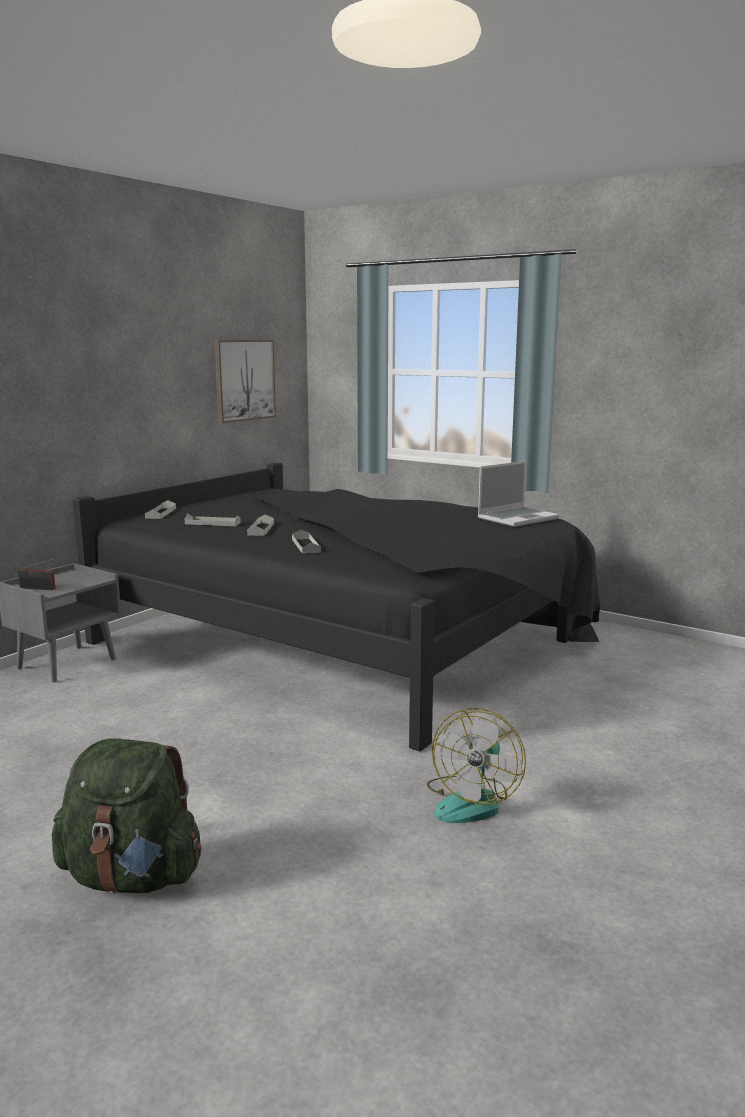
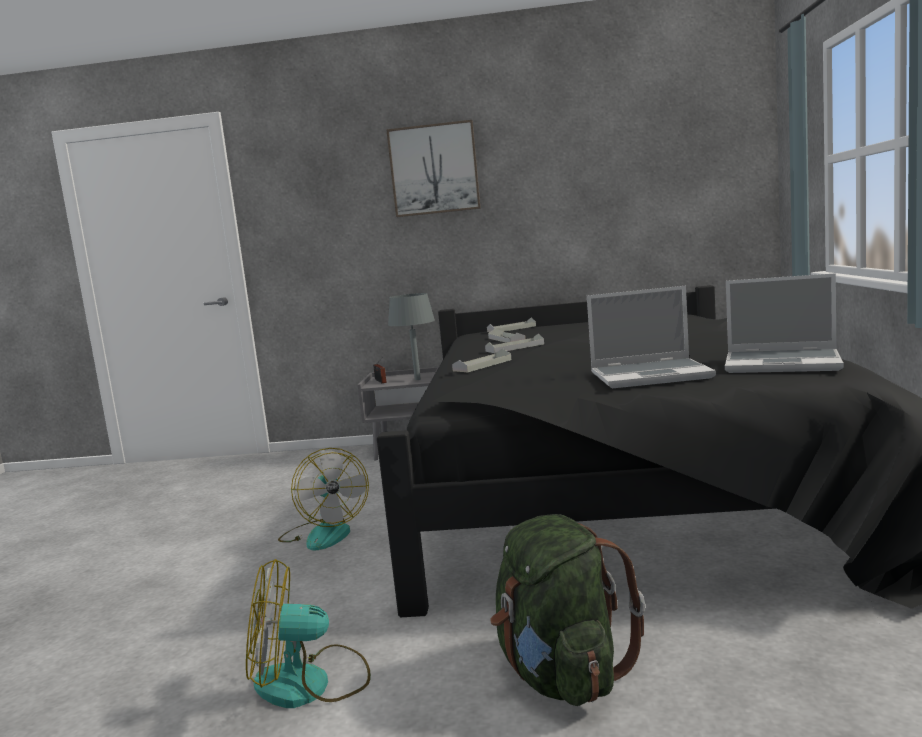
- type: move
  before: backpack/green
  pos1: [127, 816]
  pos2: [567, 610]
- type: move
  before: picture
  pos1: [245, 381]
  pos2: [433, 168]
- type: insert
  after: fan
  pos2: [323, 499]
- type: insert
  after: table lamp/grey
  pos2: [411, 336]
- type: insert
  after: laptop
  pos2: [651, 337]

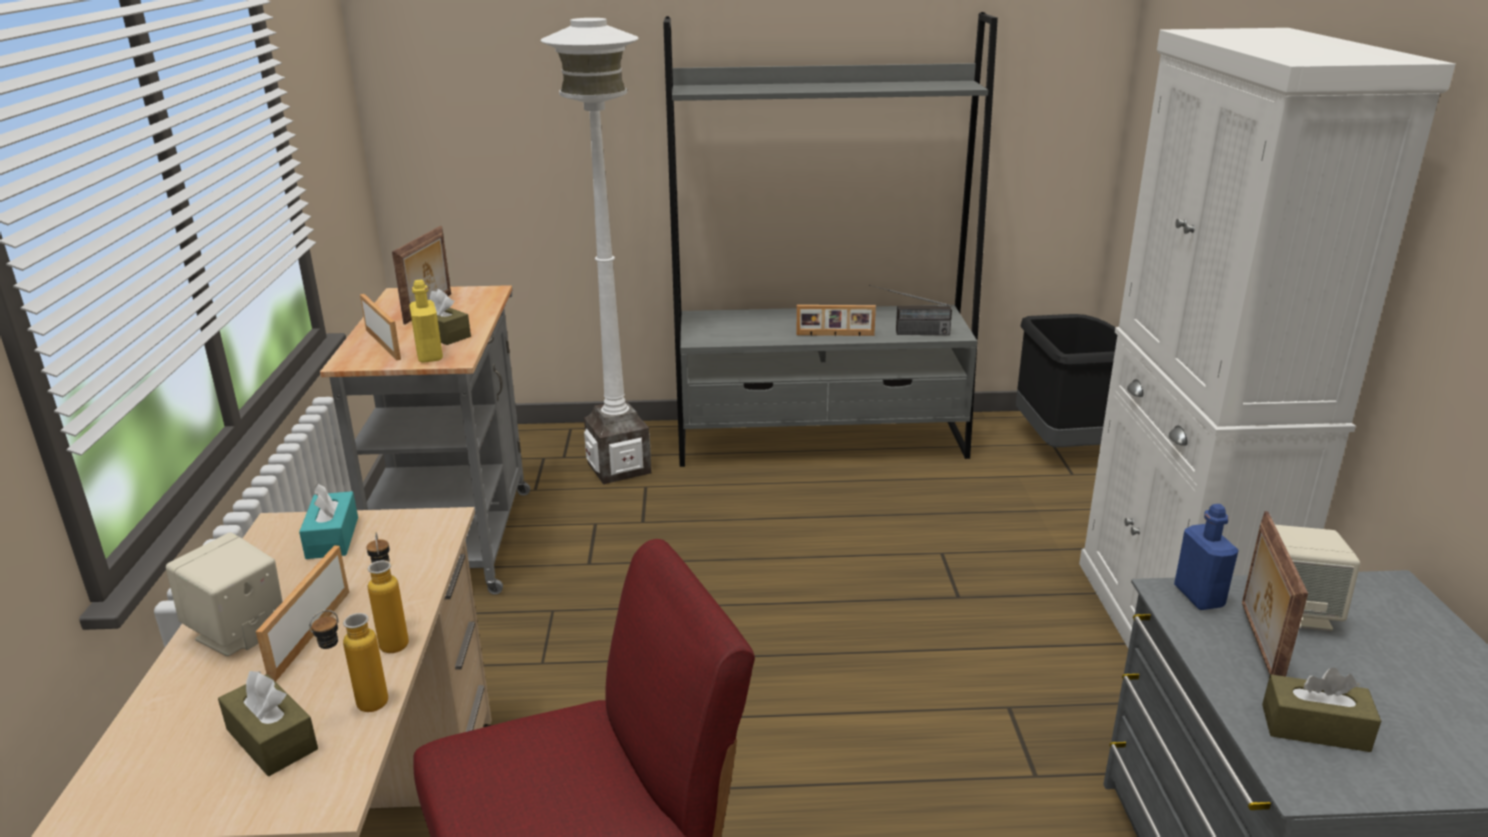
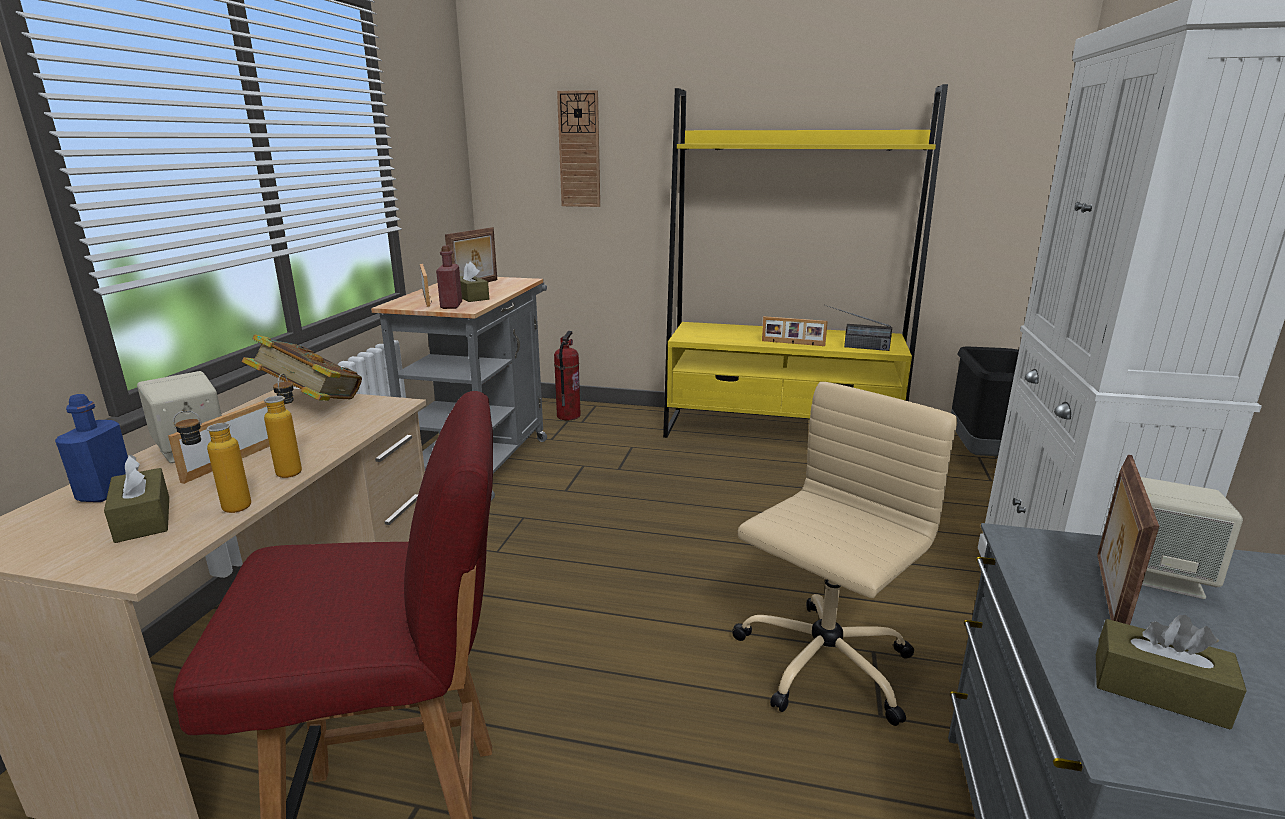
- type: replace
  before: tissue box/turquoise
  after: book
  pos1: [328, 521]
  pos2: [302, 367]
- type: recolor
  before: bottle/yellow
  after: bottle/red
  pos1: [426, 321]
  pos2: [449, 277]
- type: delete
  before: floor lamp/white
  pos1: [596, 251]
- type: recolor
  before: bookcase/grey
  after: bookcase/yellow
  pos1: [830, 239]
  pos2: [805, 261]
- type: move
  before: bottle/blue
  pos1: [1206, 557]
  pos2: [91, 448]
- type: insert
  after: fire extinguisher
  pos2: [567, 375]
- type: insert
  after: wall clock
  pos2: [578, 148]
- type: insert
  after: office chair/beige
  pos2: [844, 554]

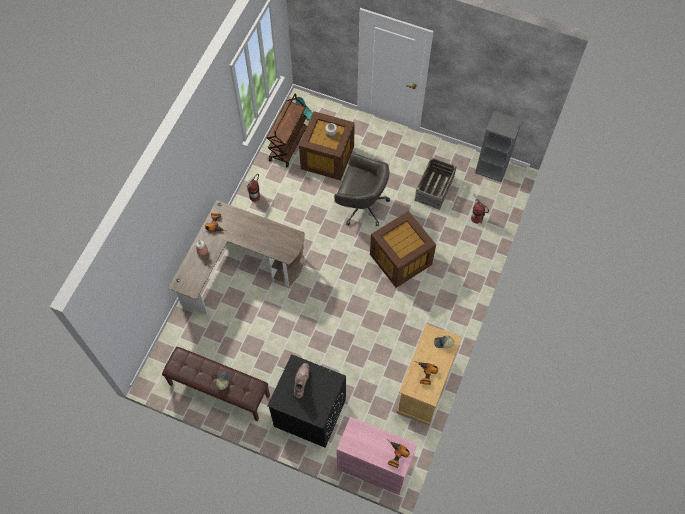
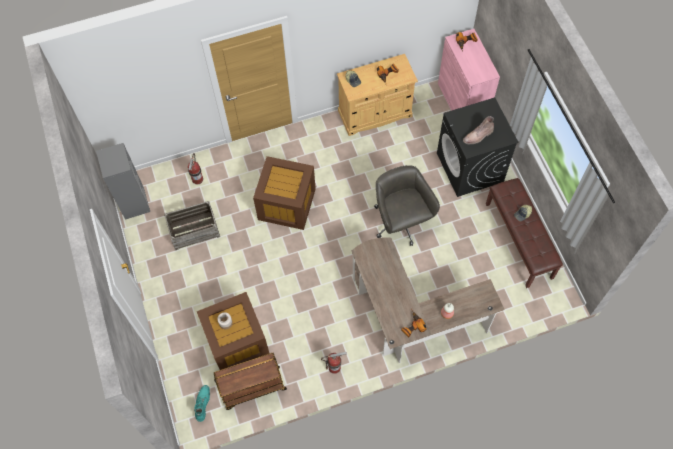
- type: move
  before: office chair/grey
  pos1: [362, 190]
  pos2: [407, 205]

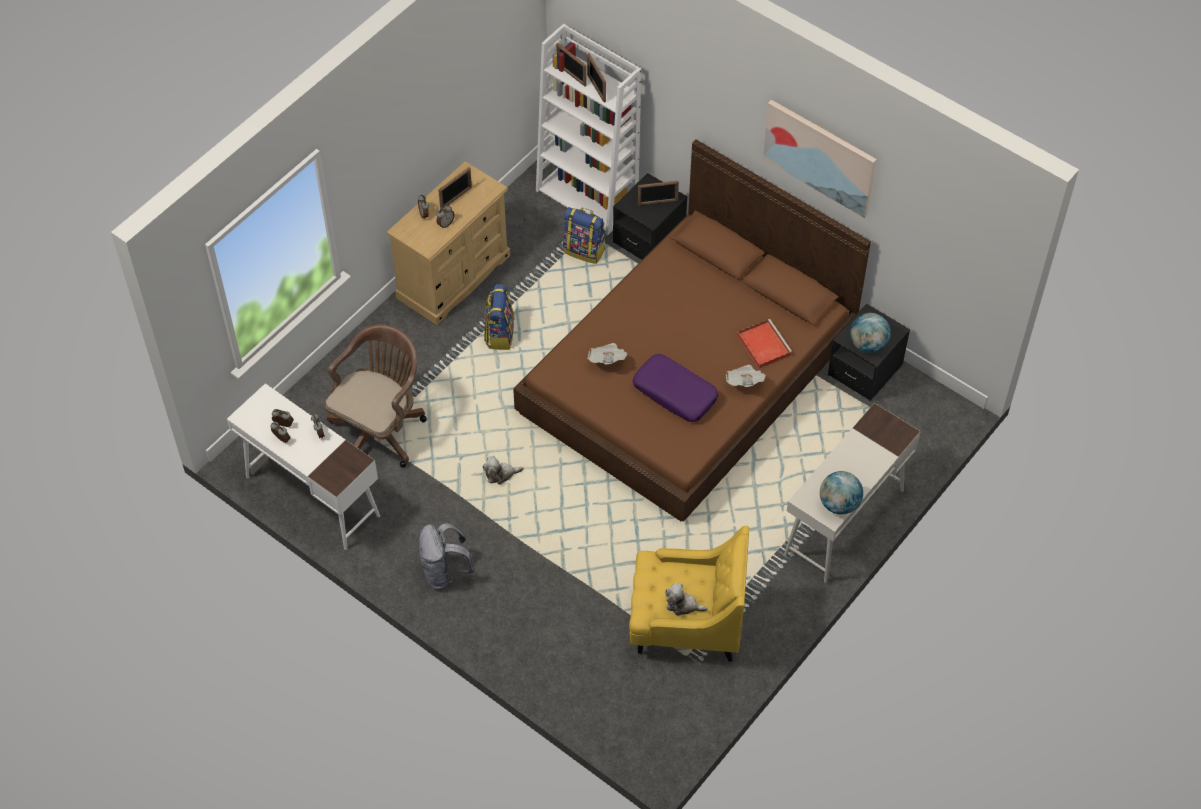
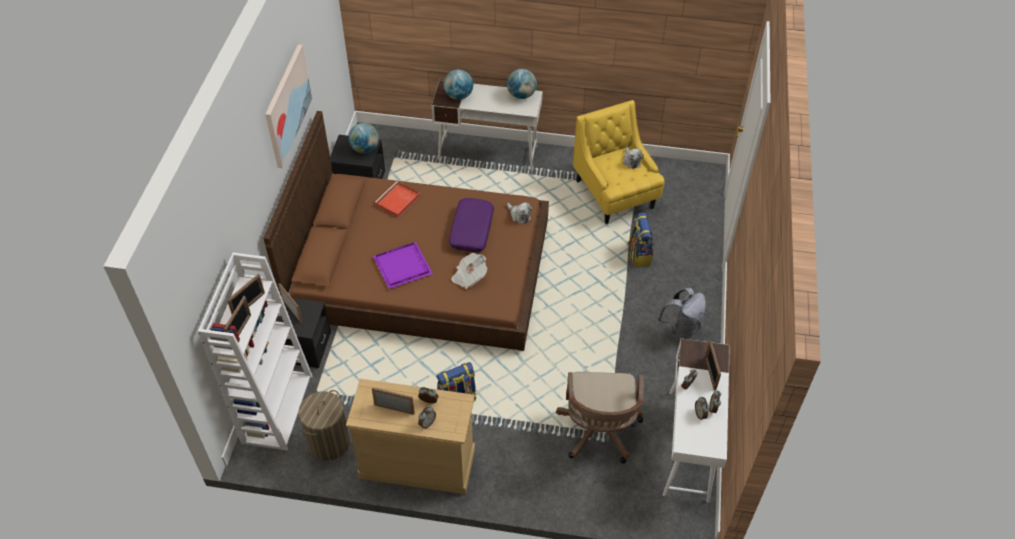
- type: rotate
  before: office chair/brown
  pos1: [375, 396]
  pos2: [600, 417]
  turn: -90
- type: move
  before: plush toy
  pos1: [503, 470]
  pos2: [519, 213]
- type: move
  before: backpack
  pos1: [584, 235]
  pos2: [640, 240]
- type: delete
  before: newspaper
  pos1: [746, 376]
- type: insert
  after: laundry basket
  pos2: [324, 425]
- type: insert
  after: tray/purple
  pos2: [403, 265]
- type: insert
  after: globe
  pos2: [458, 84]
- type: insert
  after: picture frame
  pos2: [713, 366]

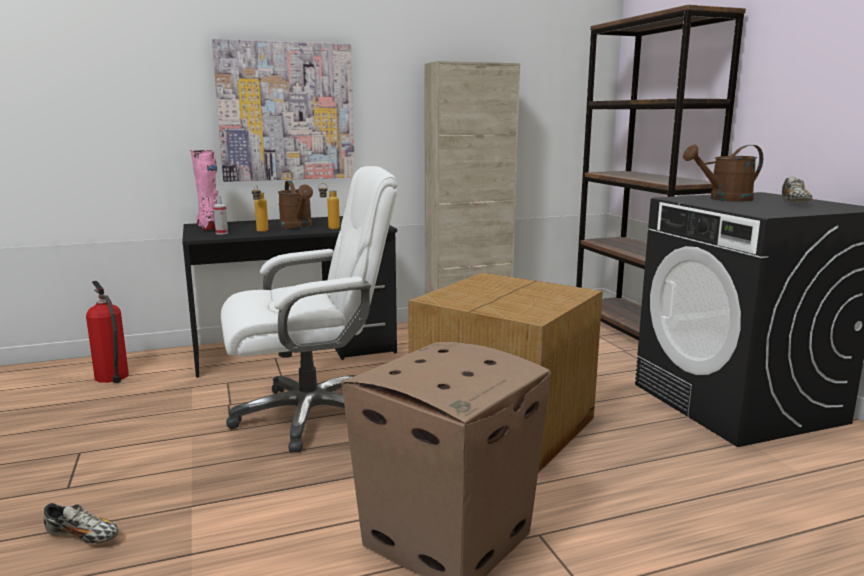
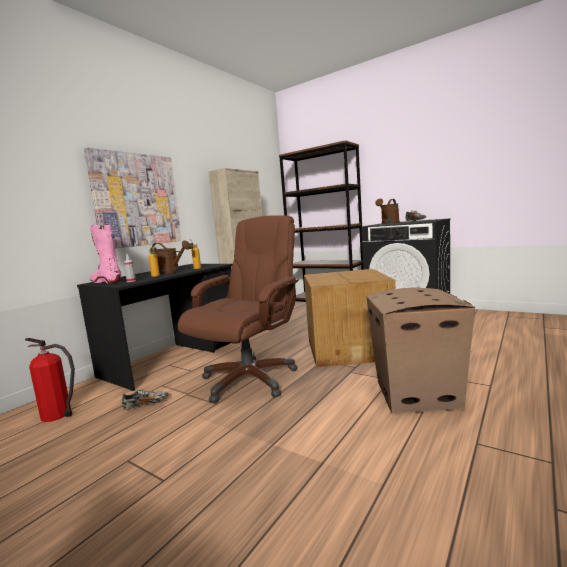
- type: move
  before: shoe
  pos1: [81, 523]
  pos2: [144, 399]
- type: recolor
  before: office chair/white
  after: office chair/brown
  pos1: [309, 309]
  pos2: [238, 309]

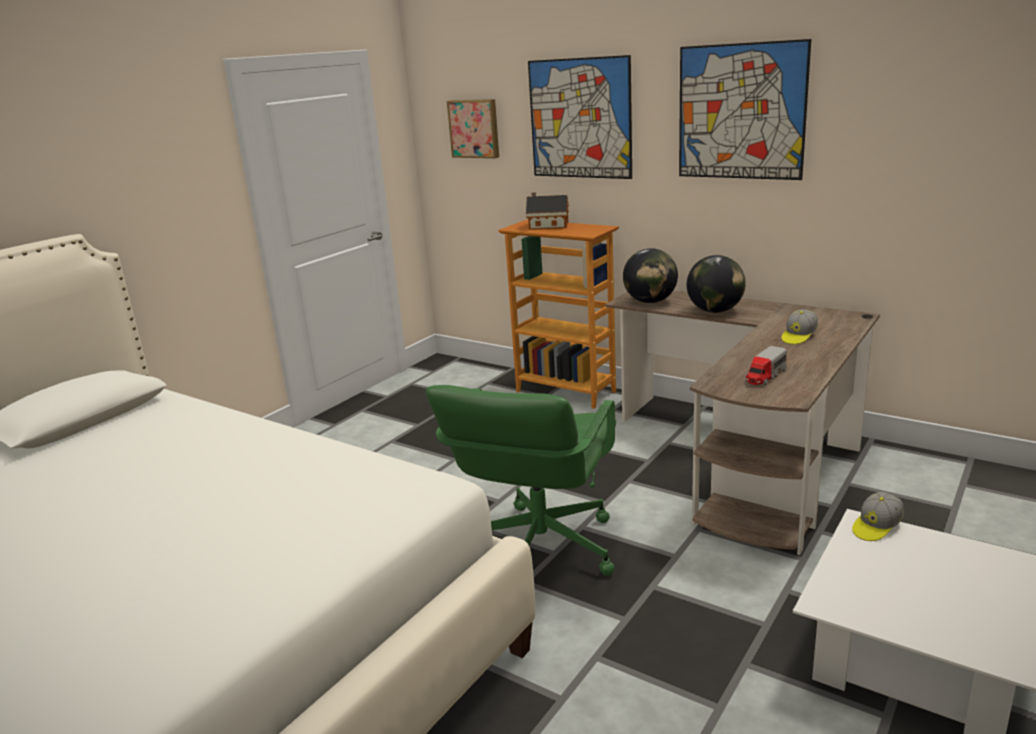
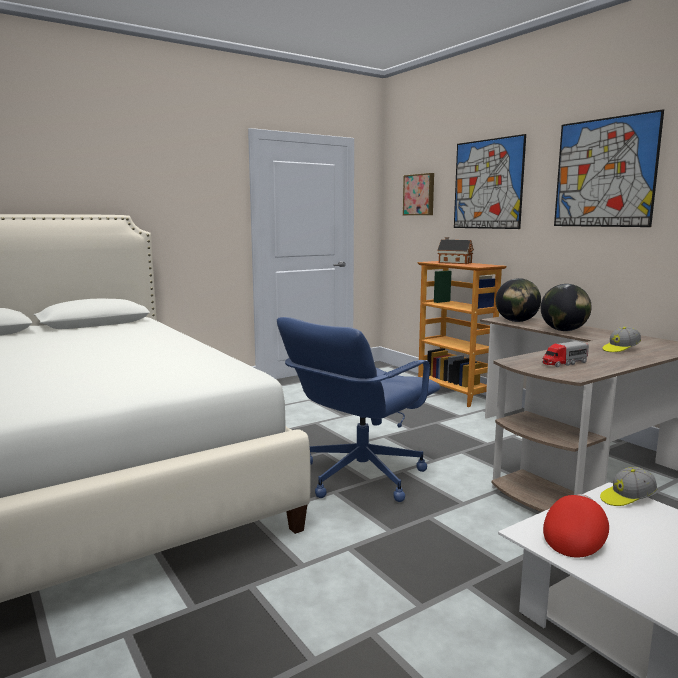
- type: recolor
  before: office chair/green
  after: office chair/blue
  pos1: [521, 480]
  pos2: [358, 409]
- type: insert
  after: cap/red
  pos2: [576, 526]

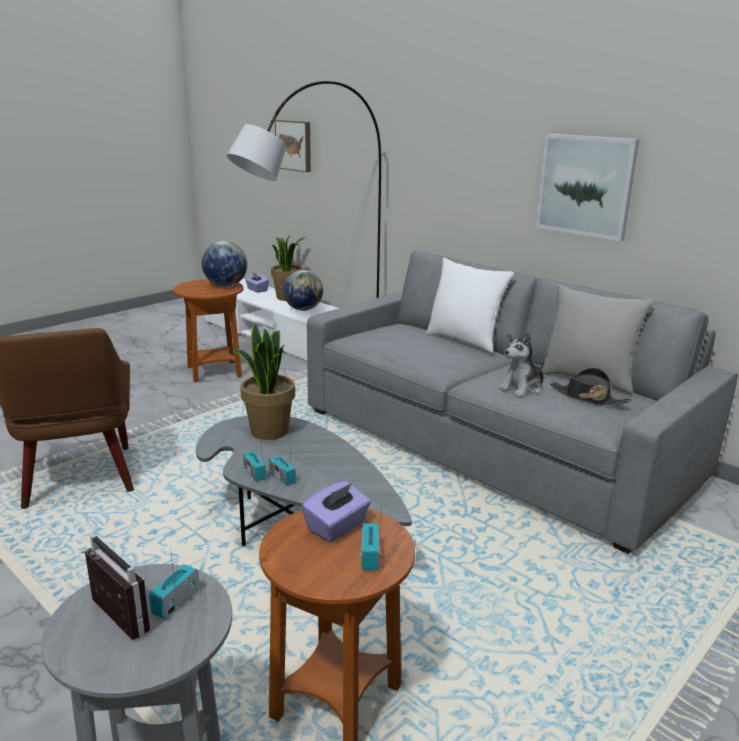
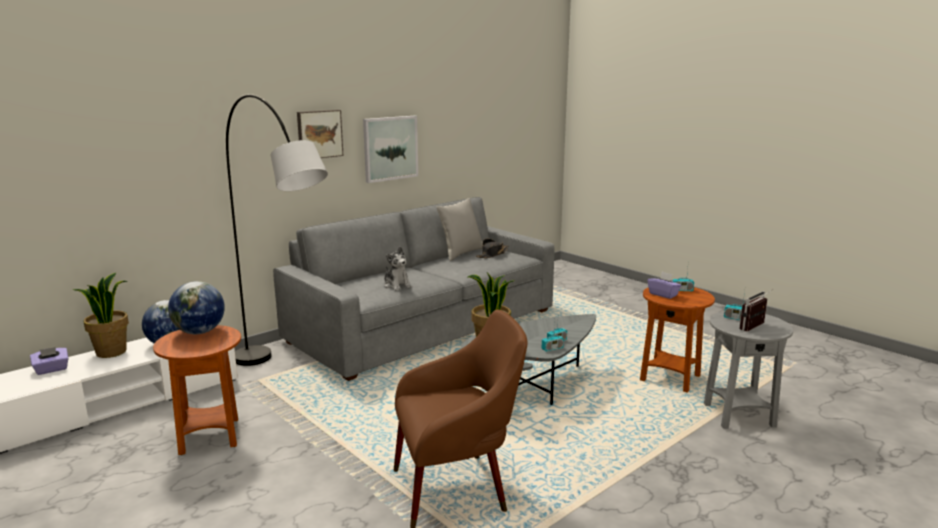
- type: move
  before: picture
  pos1: [293, 146]
  pos2: [320, 134]
- type: delete
  before: pillow/white
  pos1: [470, 305]
- type: move
  before: plush toy
  pos1: [521, 364]
  pos2: [398, 269]

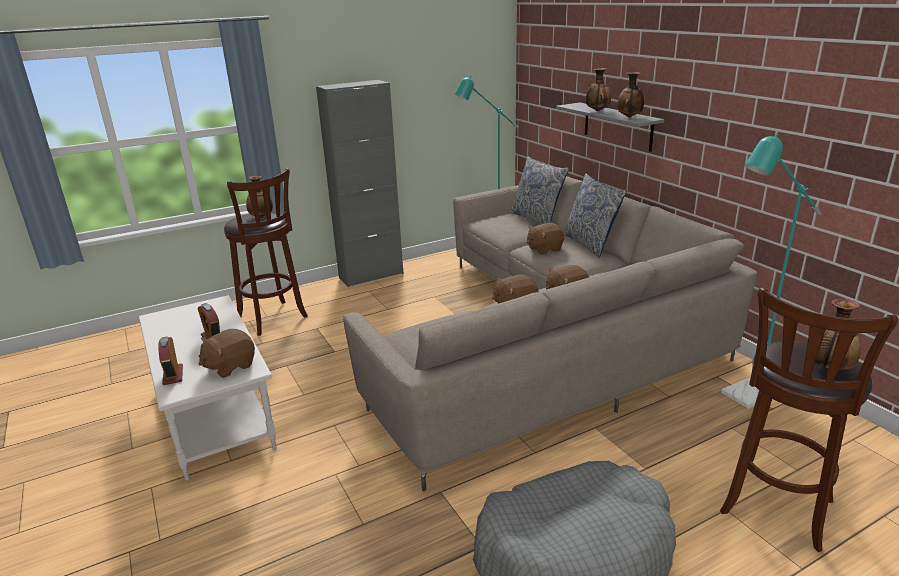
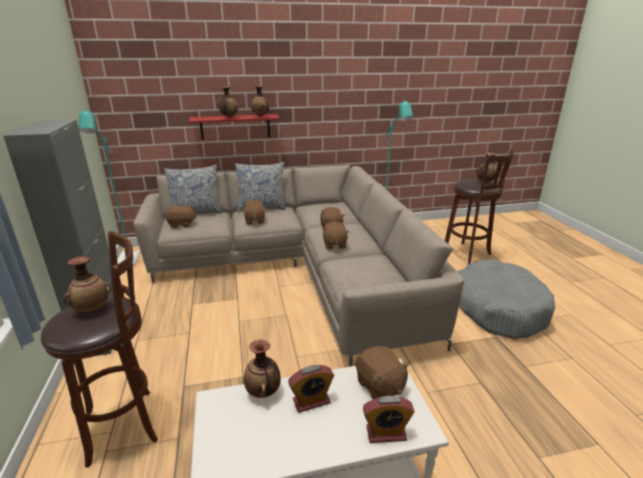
- type: recolor
  before: shelf/grey
  after: shelf/red
  pos1: [610, 127]
  pos2: [234, 127]
- type: insert
  after: plush toy/brown
  pos2: [181, 216]
- type: insert
  after: vase
  pos2: [262, 368]

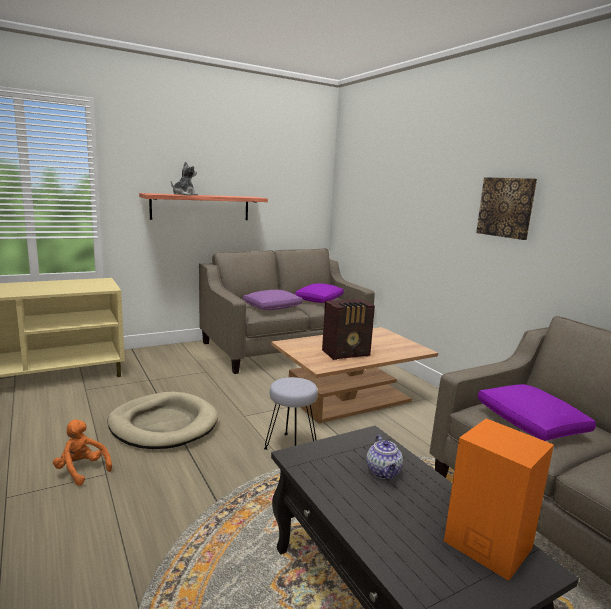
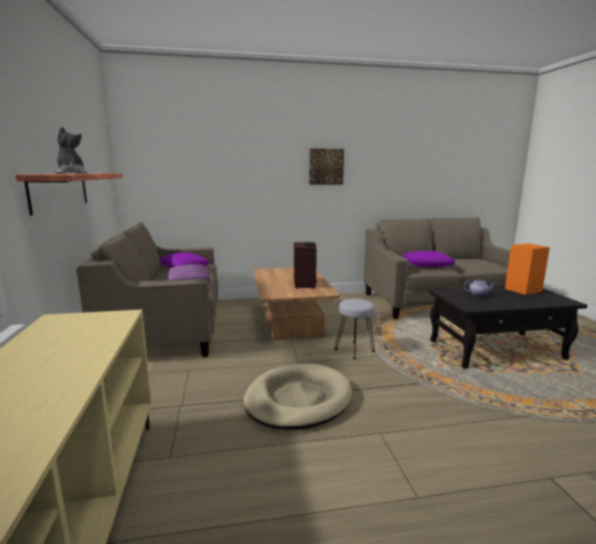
- type: delete
  before: plush toy/orange
  pos1: [82, 452]

